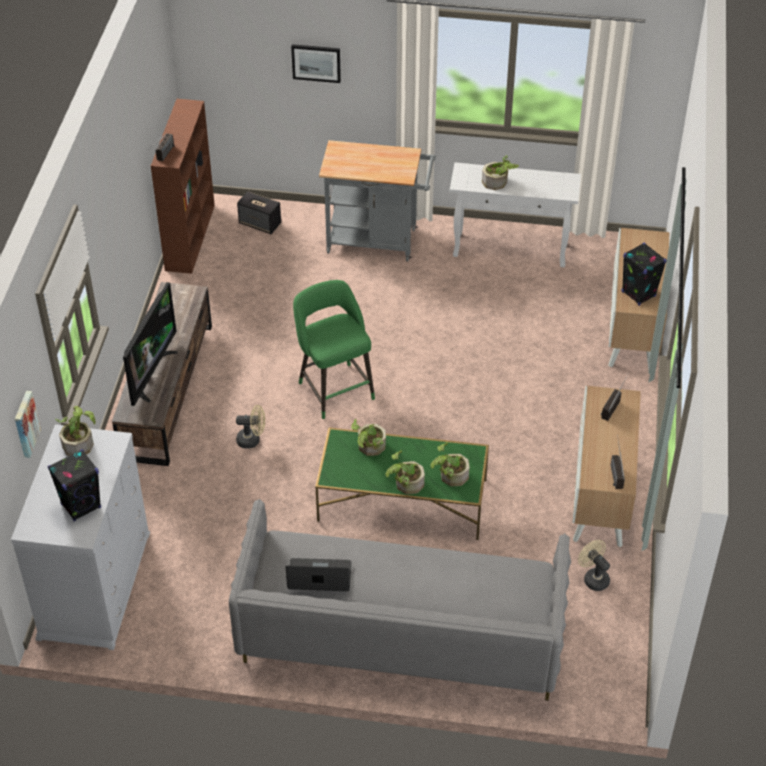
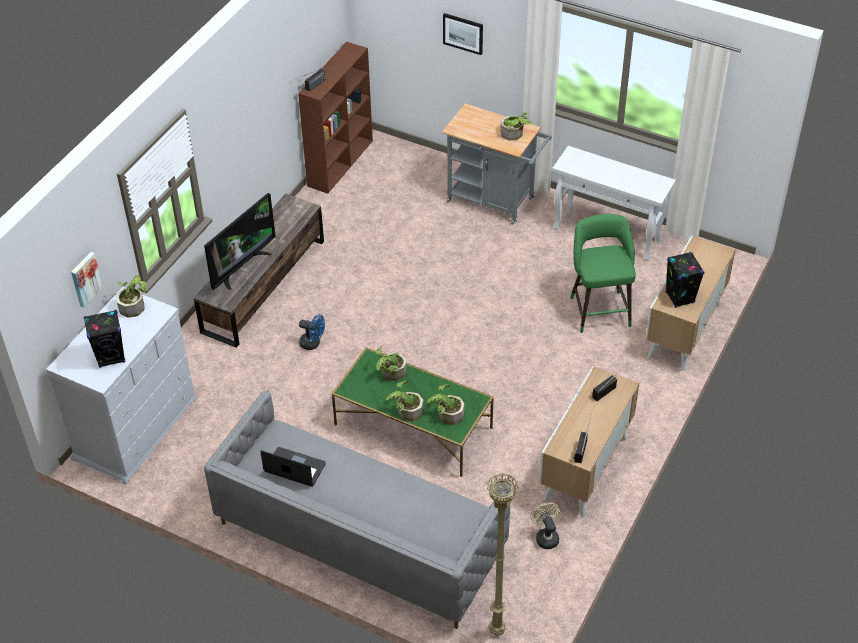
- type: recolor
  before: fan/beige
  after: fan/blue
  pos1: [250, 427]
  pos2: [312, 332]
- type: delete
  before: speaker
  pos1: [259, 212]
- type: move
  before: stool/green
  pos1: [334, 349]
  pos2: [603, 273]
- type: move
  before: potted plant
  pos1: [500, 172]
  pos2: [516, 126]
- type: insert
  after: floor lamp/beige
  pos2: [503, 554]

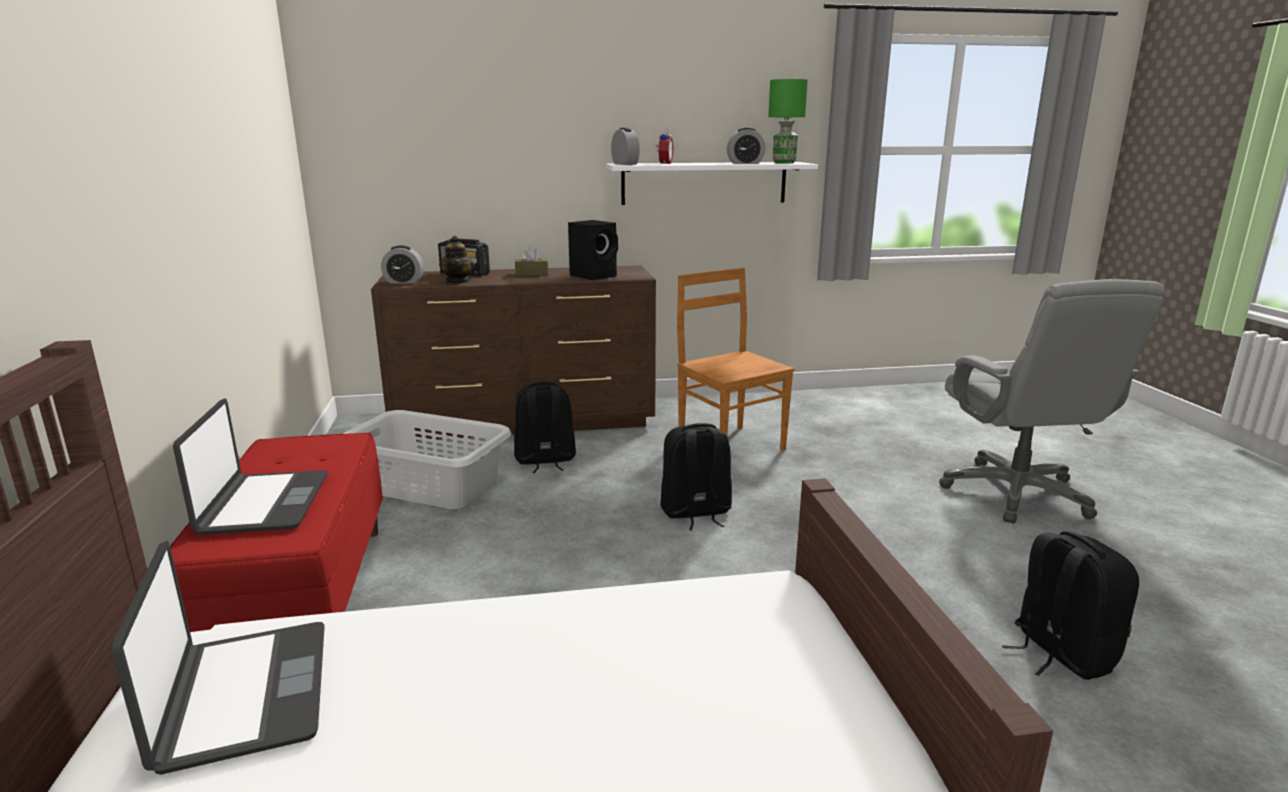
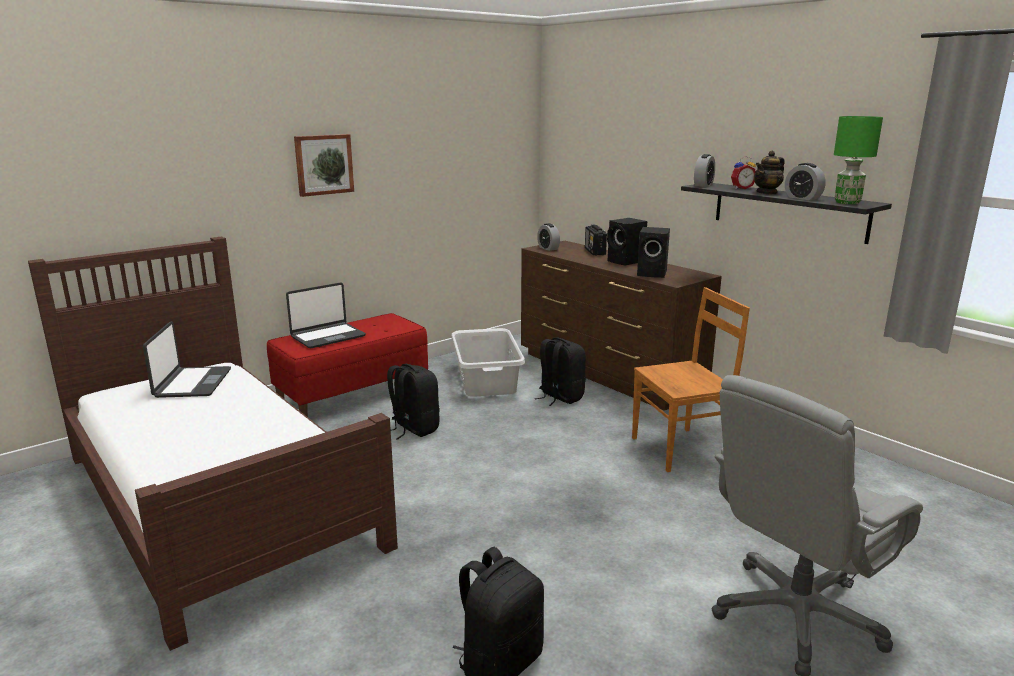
- type: rotate
  before: laptop
  pos1: [218, 658]
  pos2: [187, 359]
  turn: -45
- type: move
  before: teapot
  pos1: [456, 259]
  pos2: [769, 172]
- type: replace
  before: tissue box/brown
  after: speaker/black
  pos1: [531, 261]
  pos2: [627, 242]
- type: recolor
  before: shelf/white
  after: shelf/black
  pos1: [712, 183]
  pos2: [786, 213]
- type: move
  before: backpack/black
  pos1: [696, 476]
  pos2: [413, 402]
- type: rotate
  before: chair/brown
  pos1: [735, 359]
  pos2: [691, 379]
  turn: 45
- type: insert
  after: picture
  pos2: [324, 165]

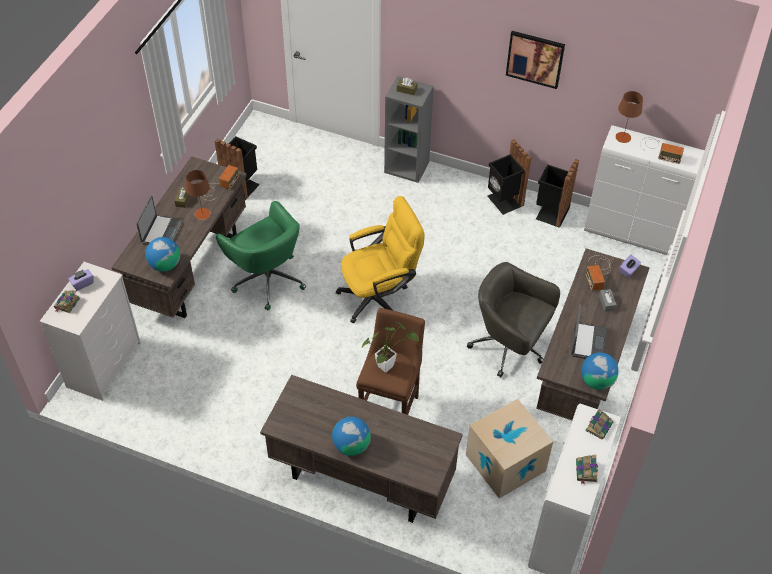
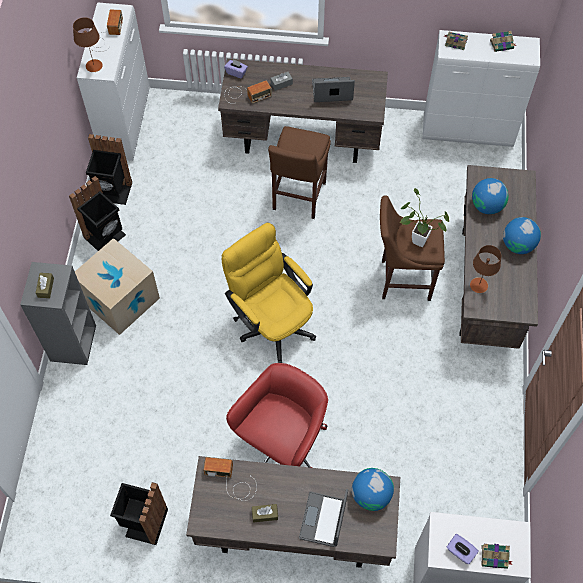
- type: rotate
  before: laptop
  pos1: [159, 220]
  pos2: [323, 518]
  turn: -75
- type: move
  before: table lamp/brown
  pos1: [198, 195]
  pos2: [485, 269]
- type: recolor
  before: office chair/green
  after: office chair/red
  pos1: [261, 255]
  pos2: [277, 415]
- type: move
  before: cardboard box
  pos1: [509, 449]
  pos2: [117, 286]
- type: replace
  before: office chair/grey
  after: stool/brown
  pos1: [513, 320]
  pos2: [299, 172]
- type: delete
  before: picture
  pos1: [535, 60]
- type: move
  before: globe
  pos1: [599, 371]
  pos2: [490, 196]

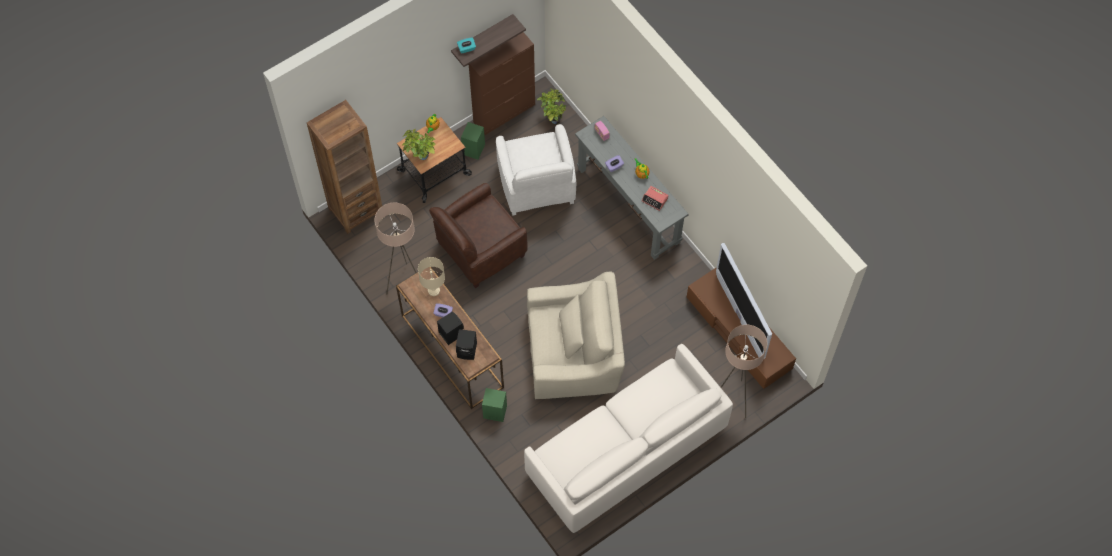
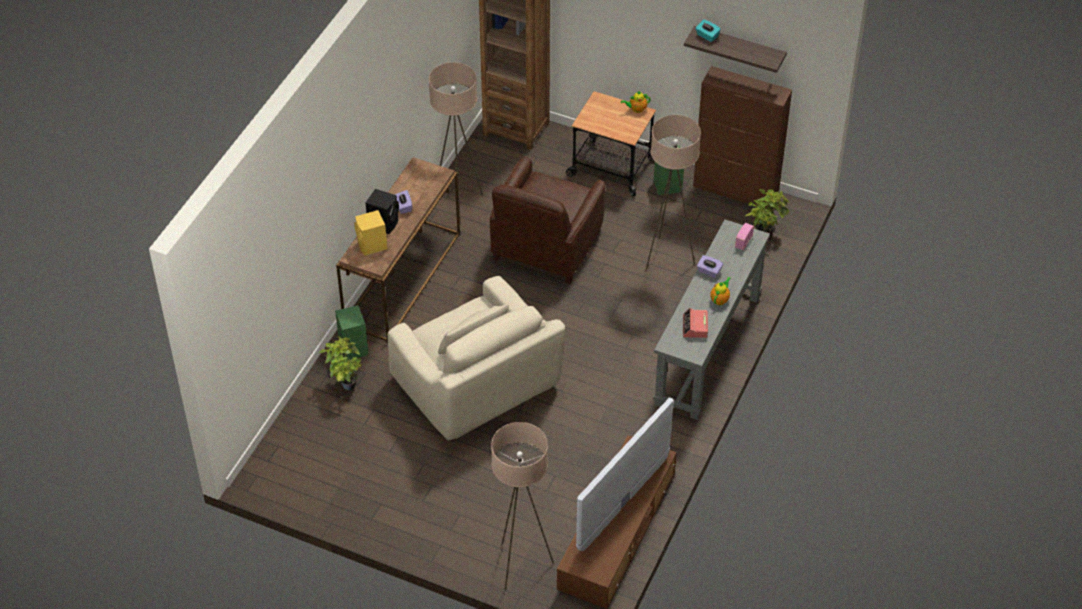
- type: move
  before: potted plant
  pos1: [419, 144]
  pos2: [340, 363]
- type: delete
  before: table lamp/beige
  pos1: [431, 276]
- type: rotate
  before: armchair/brown
  pos1: [478, 235]
  pos2: [547, 220]
  turn: -90
- type: recolor
  before: speaker/black
  after: speaker/yellow
  pos1: [466, 344]
  pos2: [370, 232]
- type: replace
  before: armchair/white
  after: floor lamp/beige
  pos1: [536, 170]
  pos2: [673, 193]
- type: delete
  before: sofa/white
  pos1: [628, 438]

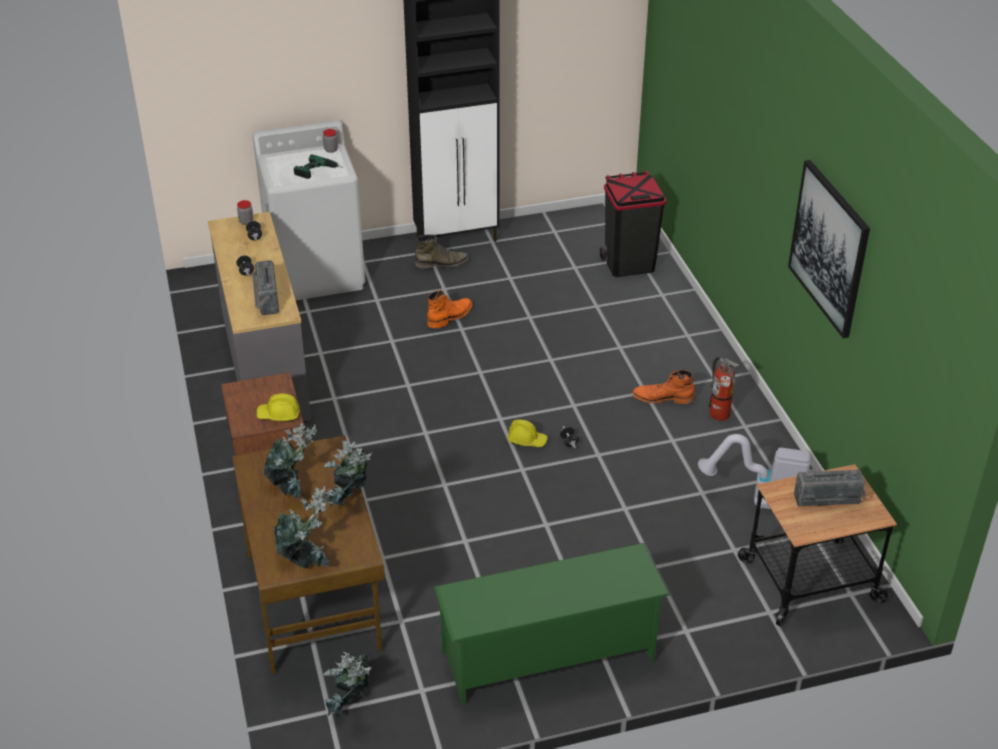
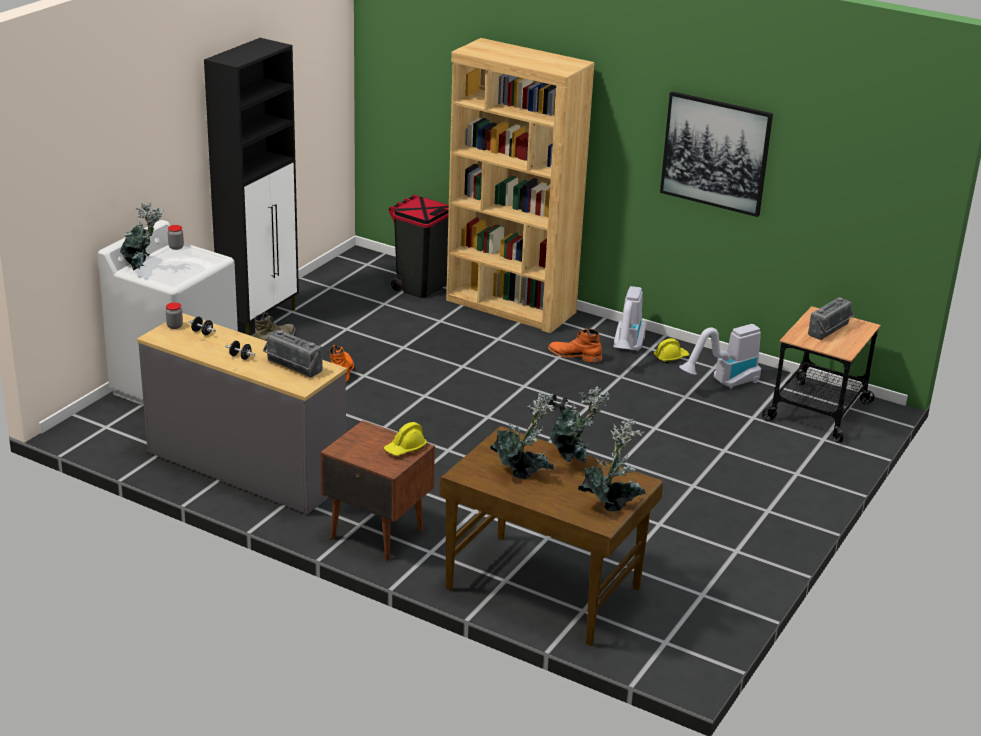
- type: delete
  before: power drill
  pos1: [319, 166]
- type: move
  before: potted plant
  pos1: [347, 683]
  pos2: [142, 236]
- type: delete
  before: shoe rack/green
  pos1: [552, 623]
- type: move
  before: hard hat/yellow
  pos1: [527, 433]
  pos2: [671, 350]
- type: rotate
  before: boot/orange
  pos1: [663, 387]
  pos2: [575, 345]
  turn: 60
- type: replace
  before: fire extinguisher
  after: vacuum cleaner
  pos1: [724, 389]
  pos2: [629, 318]
- type: insert
  after: bookcase/brown
  pos2: [520, 185]

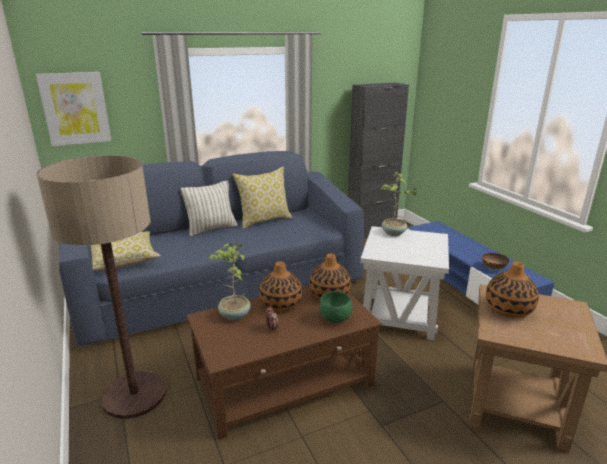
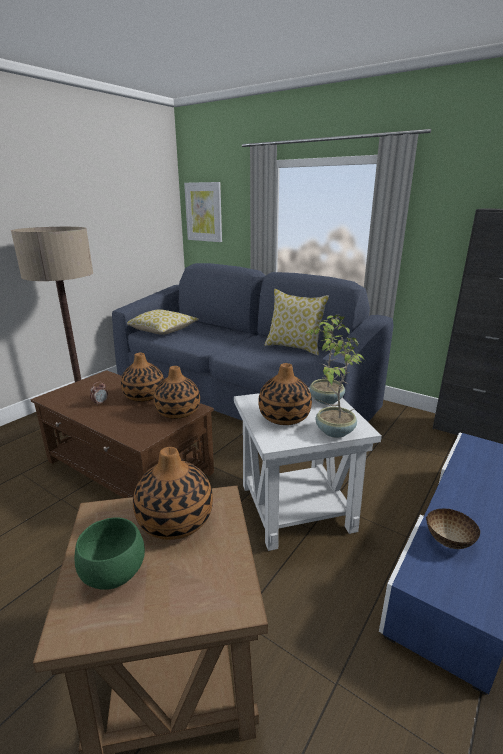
- type: delete
  before: pillow
  pos1: [208, 208]
- type: move
  before: potted plant
  pos1: [229, 281]
  pos2: [340, 386]
- type: move
  before: bowl/green
  pos1: [335, 307]
  pos2: [110, 553]
- type: insert
  after: vase
  pos2: [285, 394]

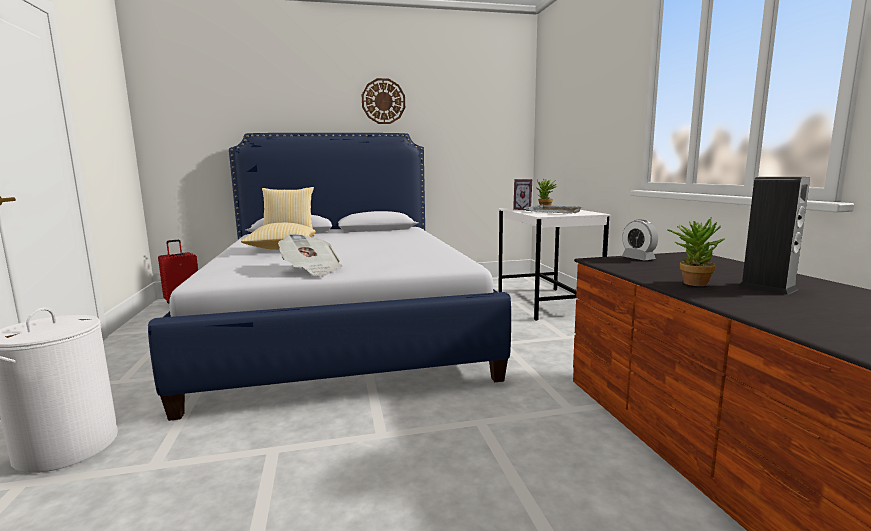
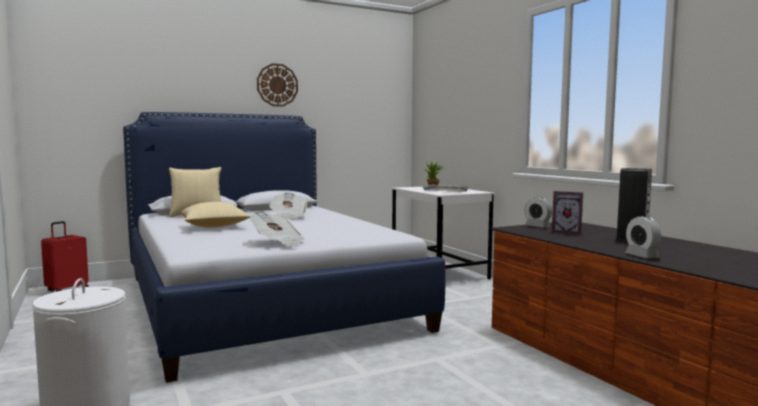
- type: move
  before: picture frame
  pos1: [522, 194]
  pos2: [567, 213]
- type: delete
  before: potted plant
  pos1: [696, 252]
- type: insert
  after: newspaper
  pos2: [288, 206]
- type: insert
  after: alarm clock
  pos2: [643, 237]

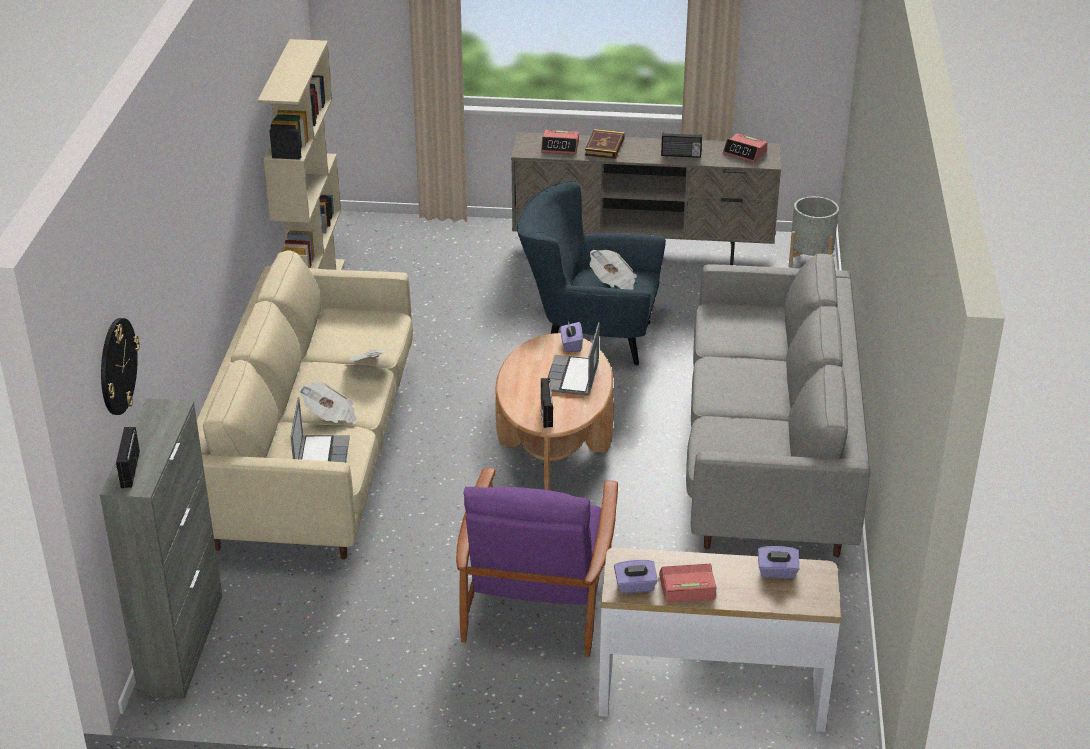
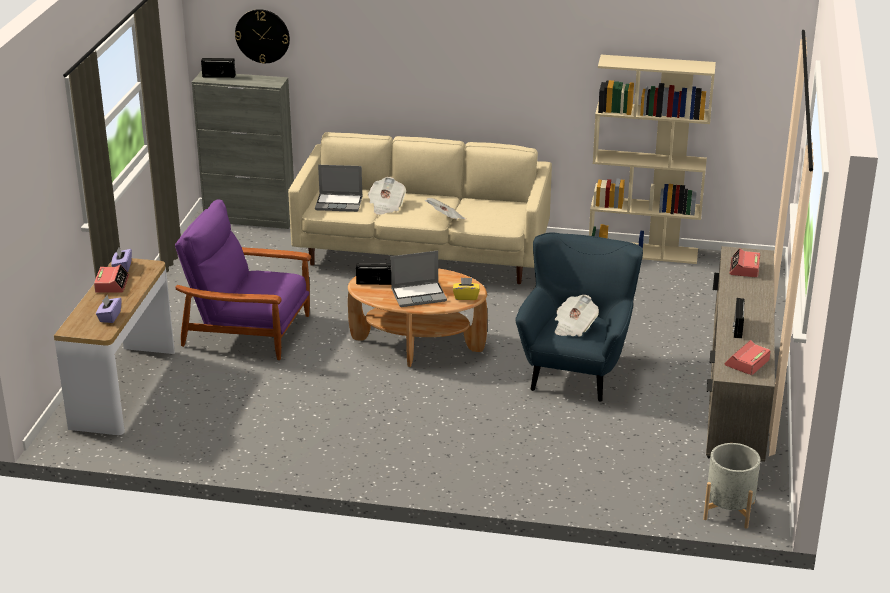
- type: rotate
  before: laptop
  pos1: [574, 359]
  pos2: [419, 279]
  turn: 150
- type: recolor
  before: tissue box/purple
  after: tissue box/yellow
  pos1: [571, 336]
  pos2: [466, 288]
- type: delete
  before: book
  pos1: [605, 144]
- type: delete
  before: sofa/grey
  pos1: [778, 405]

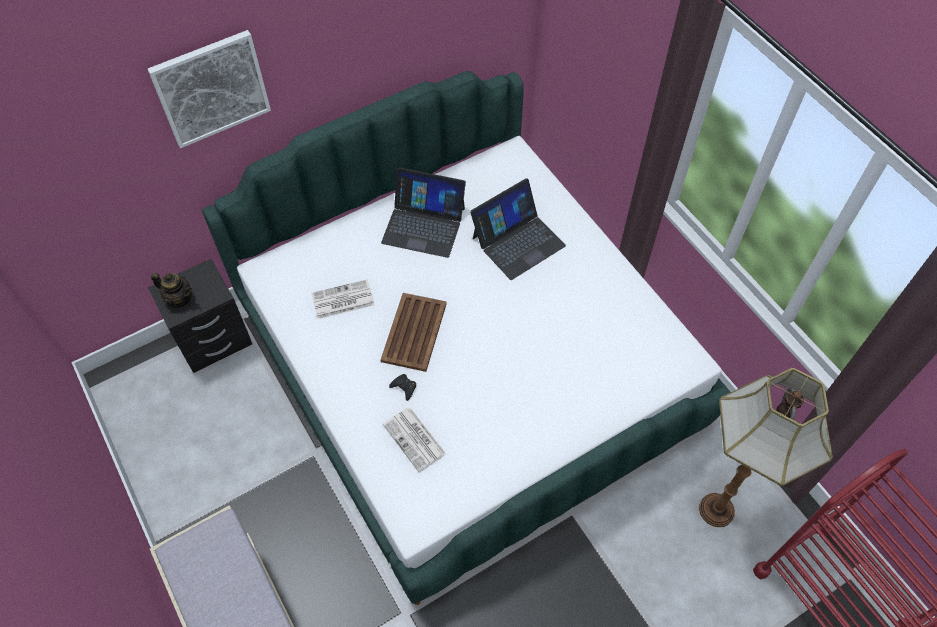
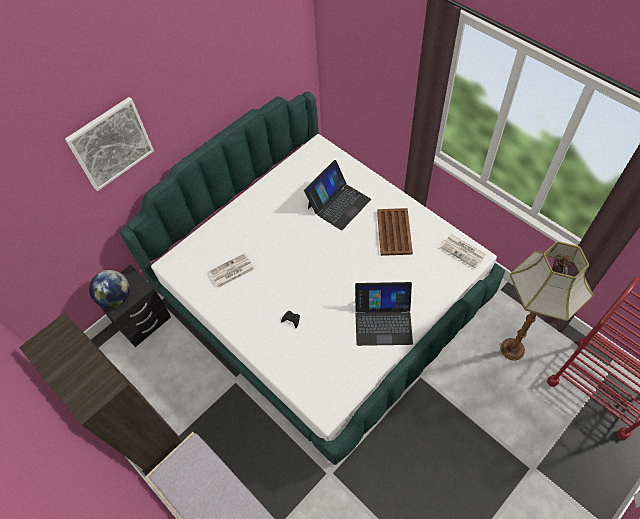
- type: replace
  before: teapot
  after: globe
  pos1: [171, 290]
  pos2: [109, 289]
- type: move
  before: tray/brown
  pos1: [413, 332]
  pos2: [395, 232]
- type: move
  before: laptop
  pos1: [423, 212]
  pos2: [384, 314]
- type: move
  before: newspaper
  pos1: [414, 440]
  pos2: [463, 251]
- type: insert
  after: bookcase/brown
  pos2: [101, 393]

